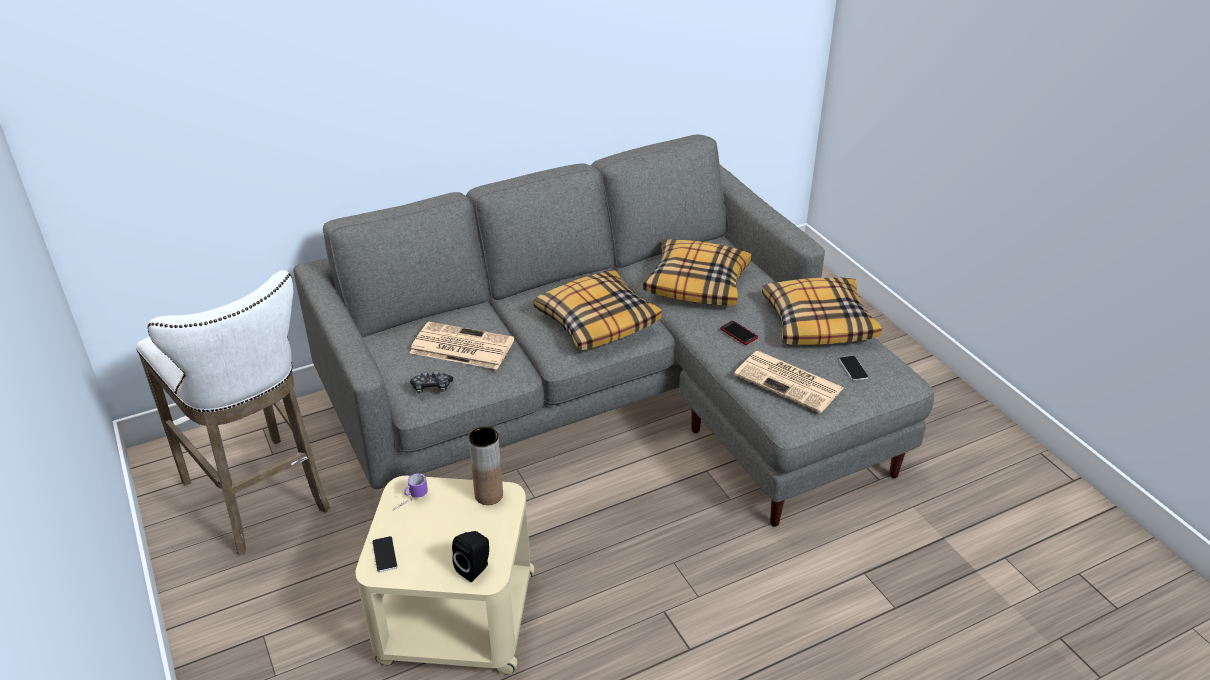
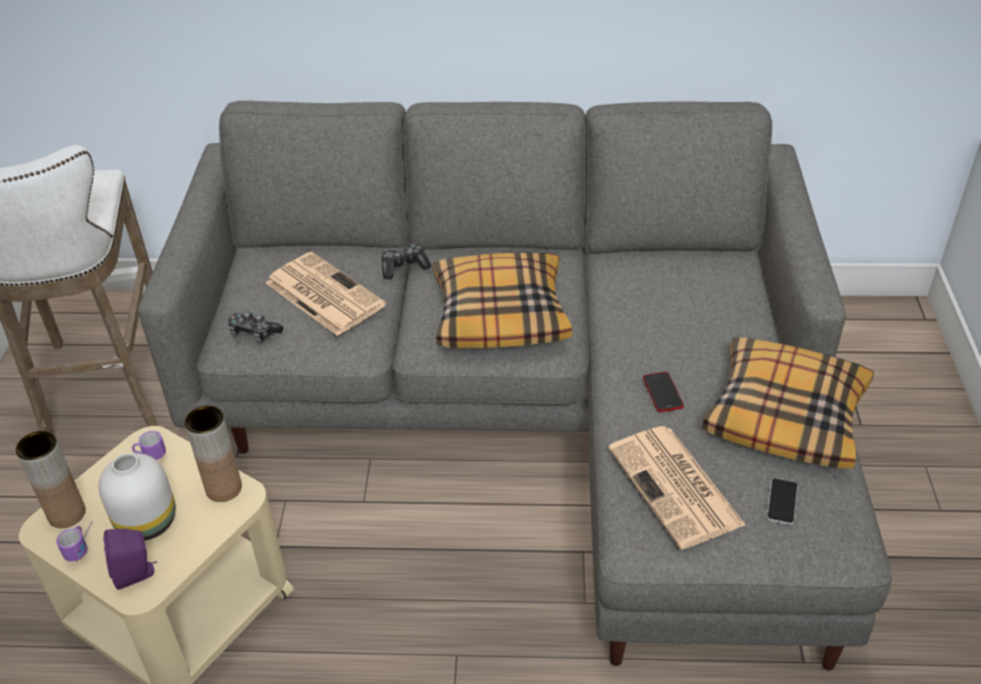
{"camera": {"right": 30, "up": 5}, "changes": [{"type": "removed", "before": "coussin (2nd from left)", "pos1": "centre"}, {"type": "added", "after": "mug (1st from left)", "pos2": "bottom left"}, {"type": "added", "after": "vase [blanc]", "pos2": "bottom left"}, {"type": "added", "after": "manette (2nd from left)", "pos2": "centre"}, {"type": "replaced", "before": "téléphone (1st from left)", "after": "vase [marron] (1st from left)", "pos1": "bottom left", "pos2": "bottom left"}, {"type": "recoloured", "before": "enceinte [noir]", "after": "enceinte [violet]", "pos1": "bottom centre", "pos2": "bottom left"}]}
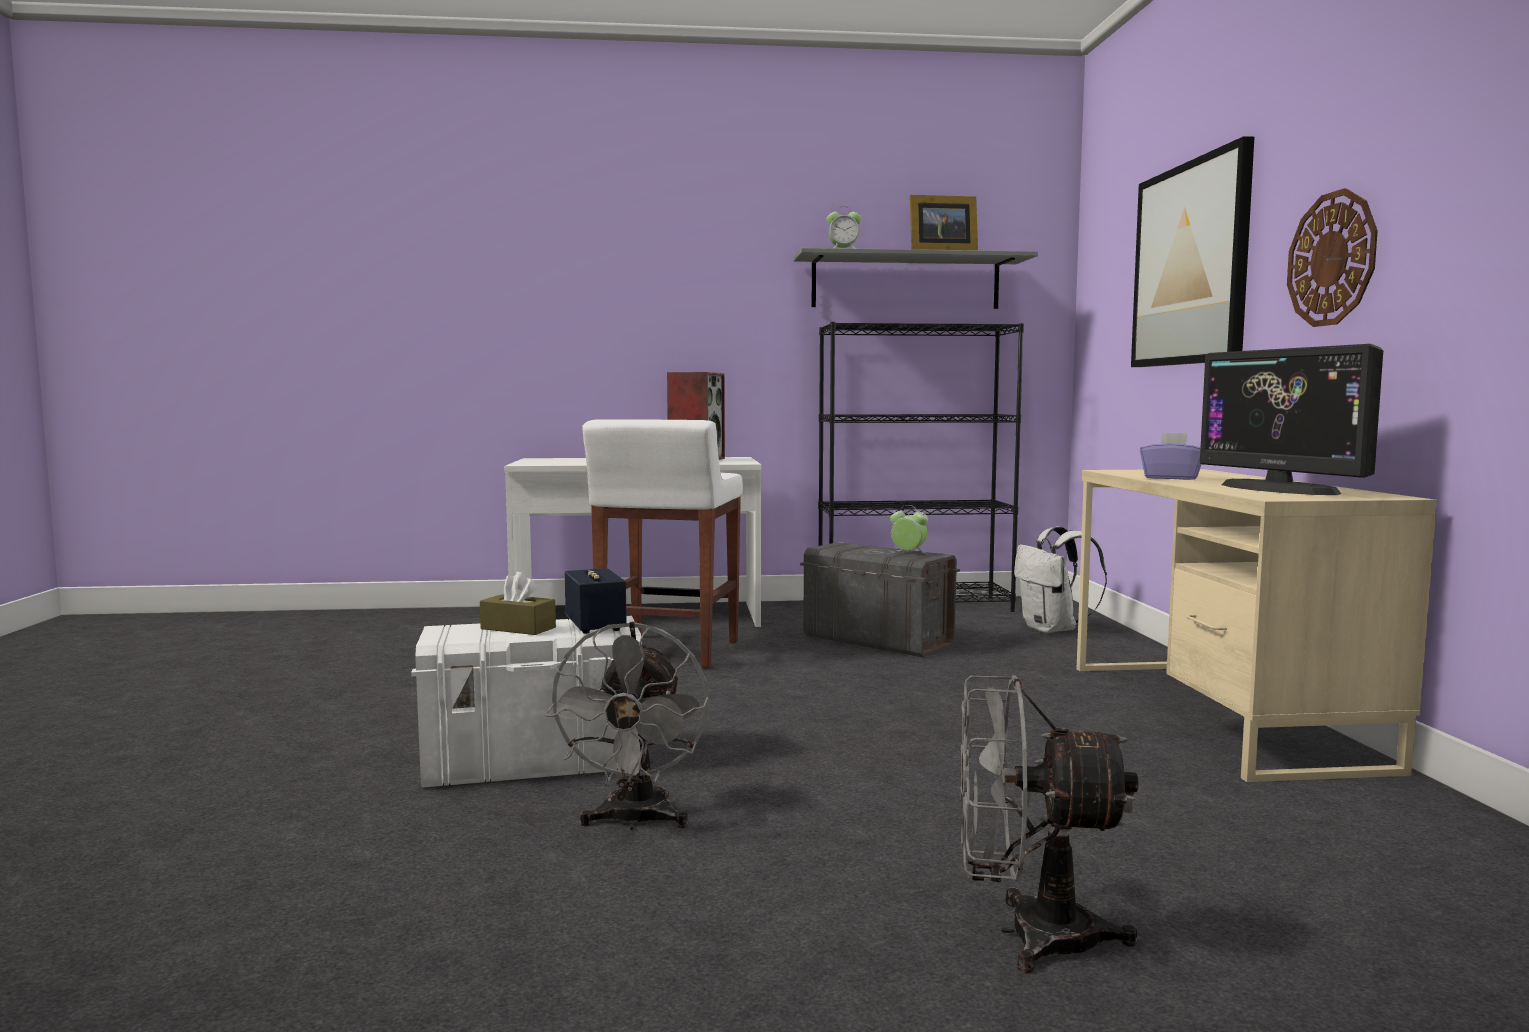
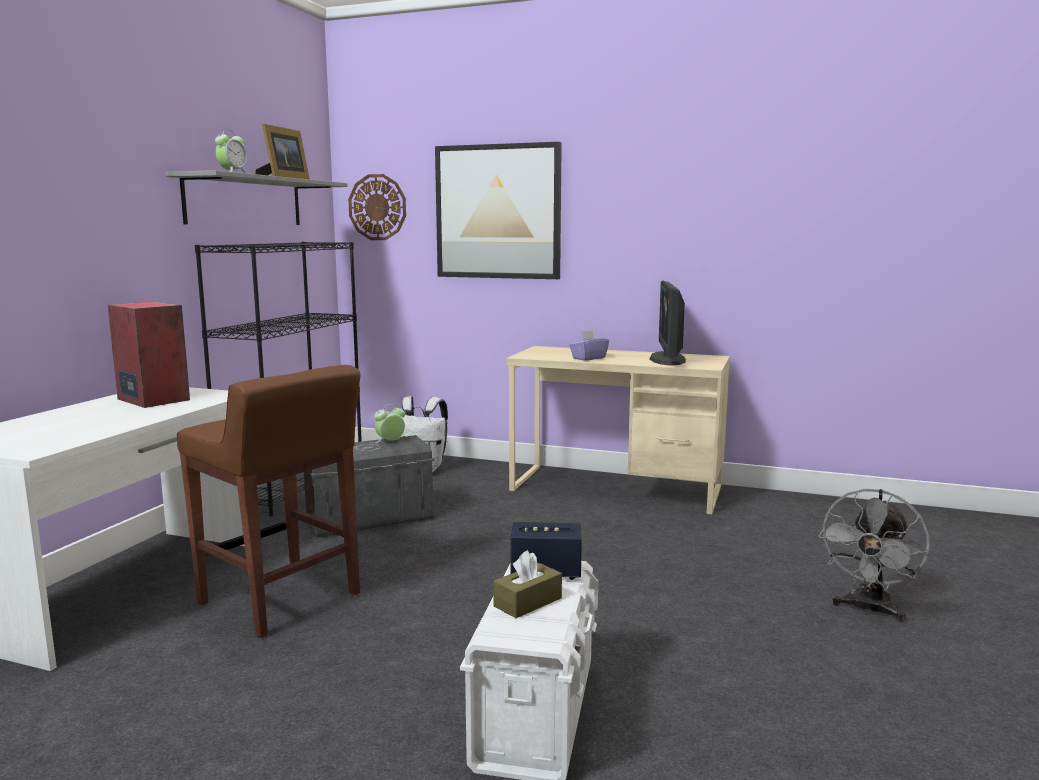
{"camera": {"right": -65, "up": 5}, "changes": [{"type": "removed", "before": "ventilateur [gris] (1st from left)", "pos1": "bottom centre"}, {"type": "moved", "before": "horloge murale", "pos1": "top right", "pos2": "top centre"}, {"type": "recoloured", "before": "tabouret [blanc]", "after": "tabouret [marron]", "pos1": "centre", "pos2": "middle left"}, {"type": "turned", "before": "écran d'ordinateur", "pos1": "middle right", "pos2": "centre", "turn": 90}]}
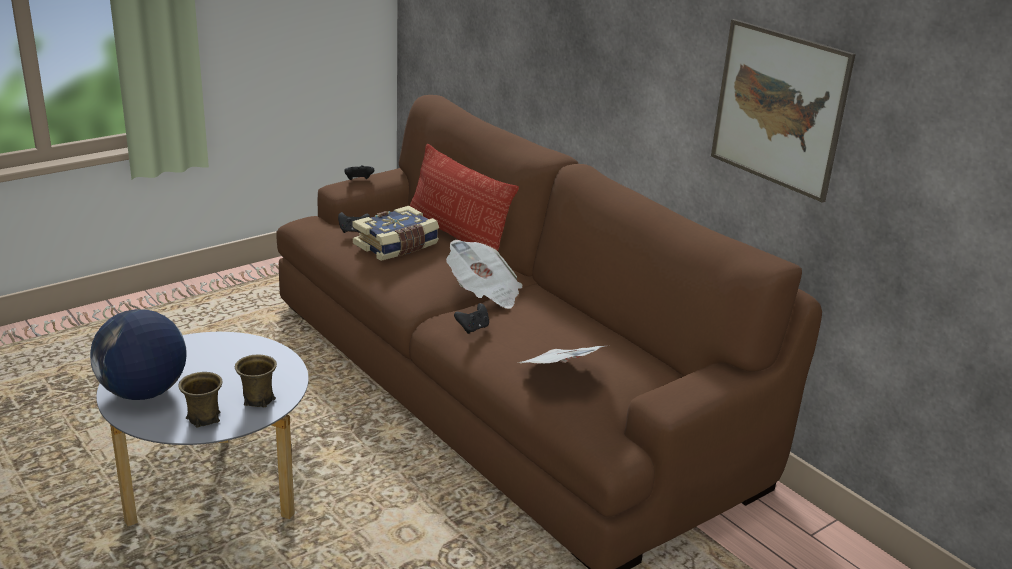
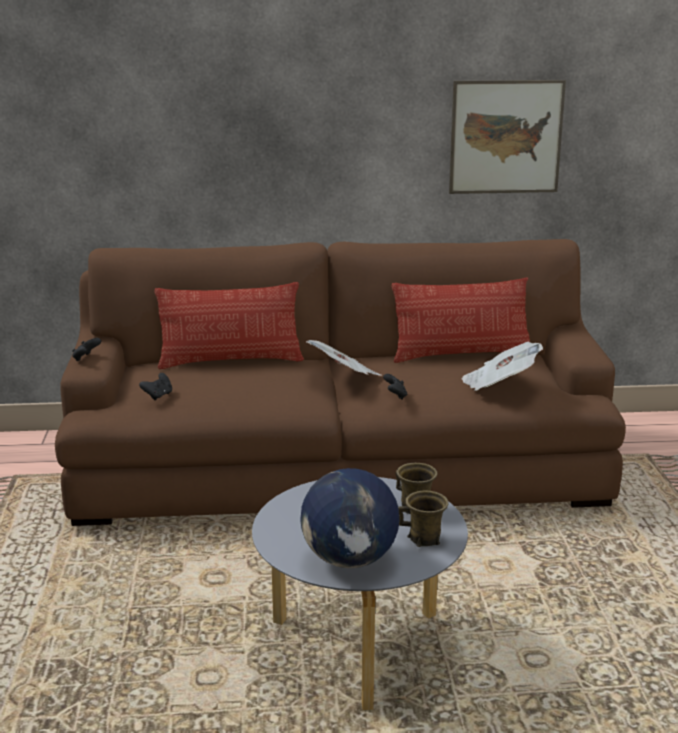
{"camera": {"right": -55, "up": -5}, "changes": [{"type": "removed", "before": "livre", "pos1": "centre"}, {"type": "added", "after": "coussin (2nd from left)", "pos2": "middle right"}]}
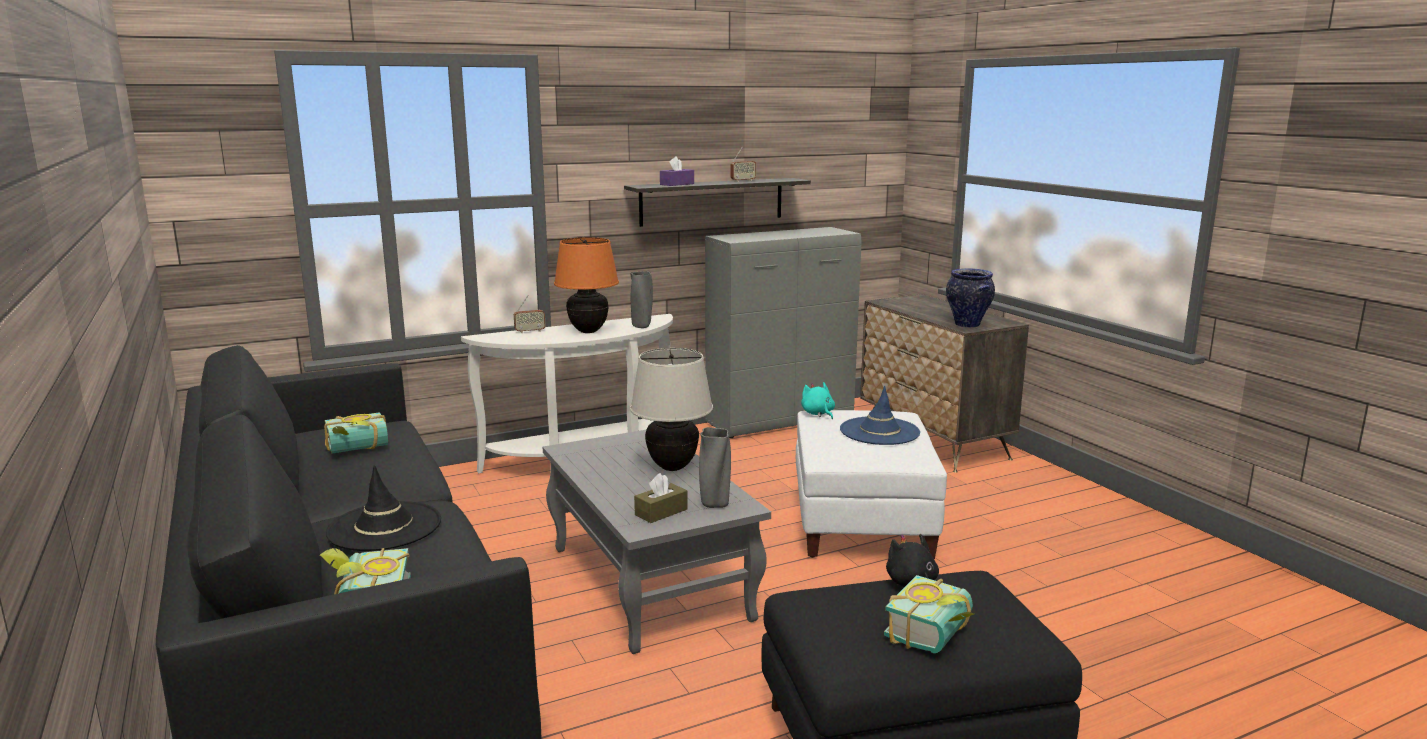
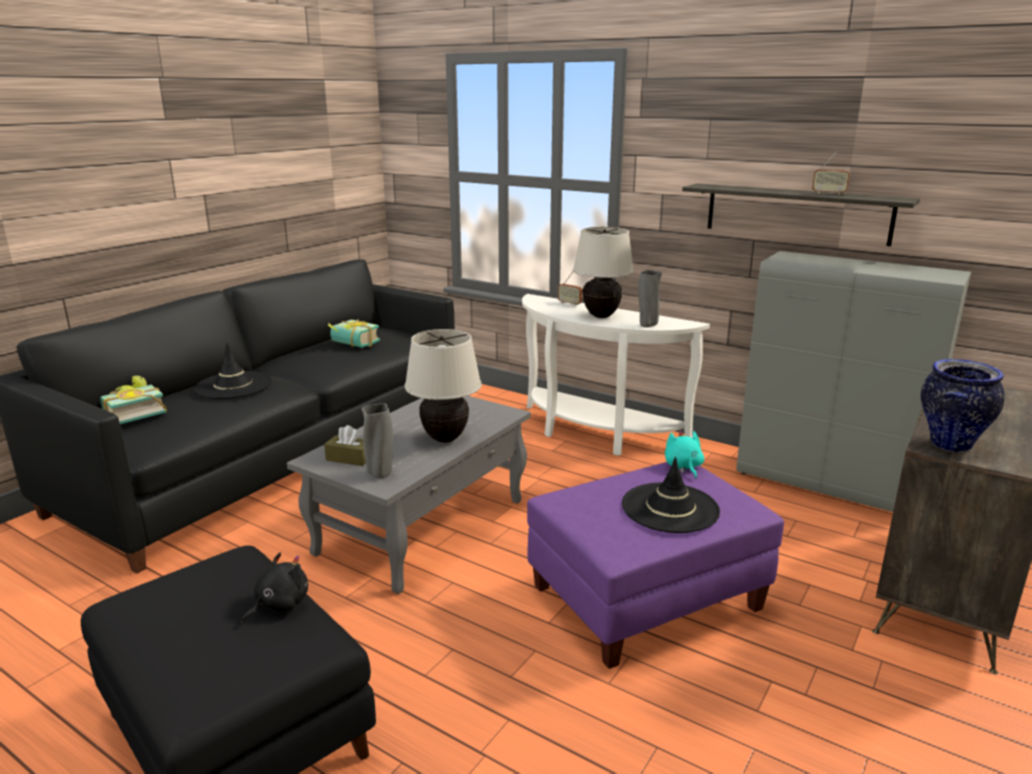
{"camera": {"right": 60, "up": 5}, "changes": [{"type": "removed", "before": "boîte à mouchoirs [violet]", "pos1": "top centre"}, {"type": "removed", "before": "livre (3rd from left)", "pos1": "bottom centre"}, {"type": "recoloured", "before": "lampe de table [orange]", "after": "lampe de table [beige] (2nd from left)", "pos1": "centre", "pos2": "centre"}, {"type": "recoloured", "before": "pouf [blanc]", "after": "pouf [violet]", "pos1": "centre", "pos2": "bottom centre"}, {"type": "recoloured", "before": "chapeau [bleu]", "after": "chapeau [noir] (2nd from left)", "pos1": "centre", "pos2": "centre"}, {"type": "turned", "before": "peluche [turquoise]", "pos1": "centre", "pos2": "centre", "turn": -45}]}
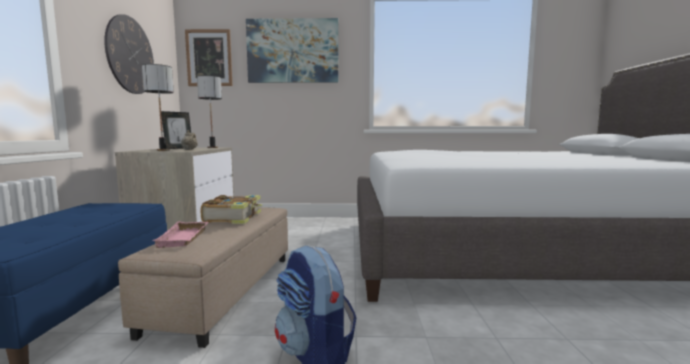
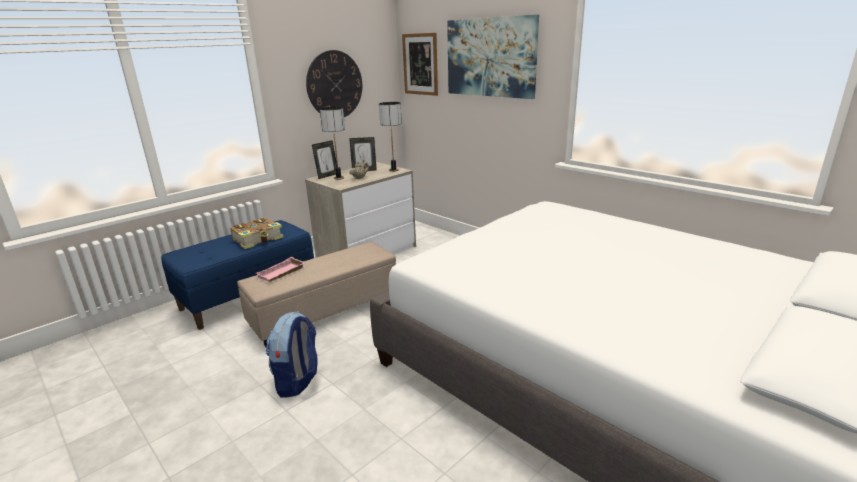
{"camera": {"right": 45, "up": 15}, "changes": [{"type": "added", "after": "cadre photo (1st from left)", "pos2": "top centre"}, {"type": "moved", "before": "livre", "pos1": "centre", "pos2": "middle left"}]}
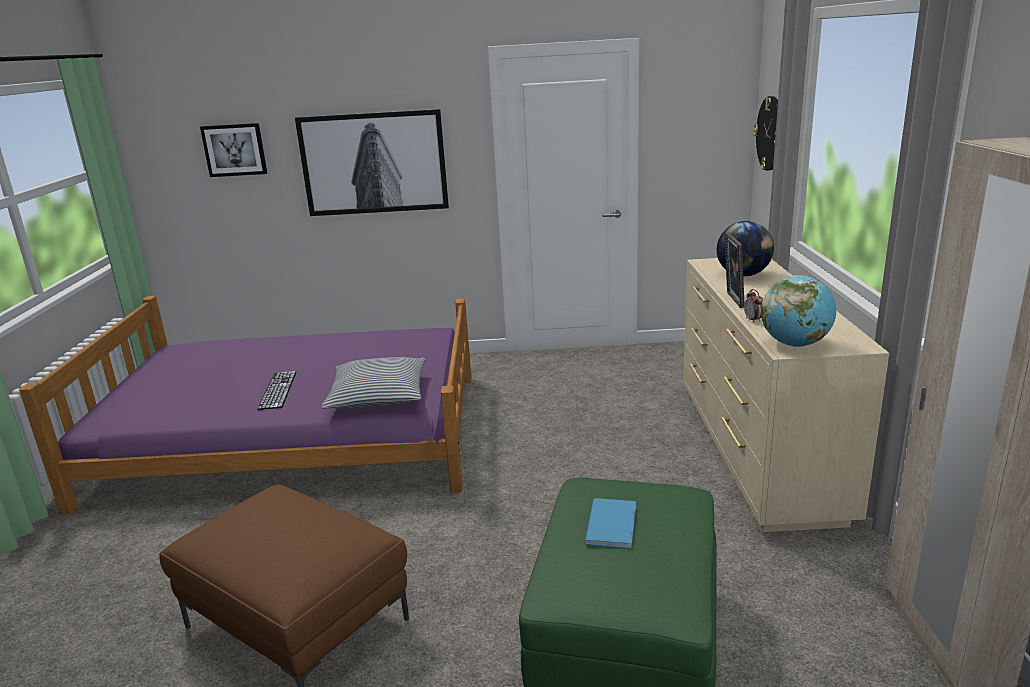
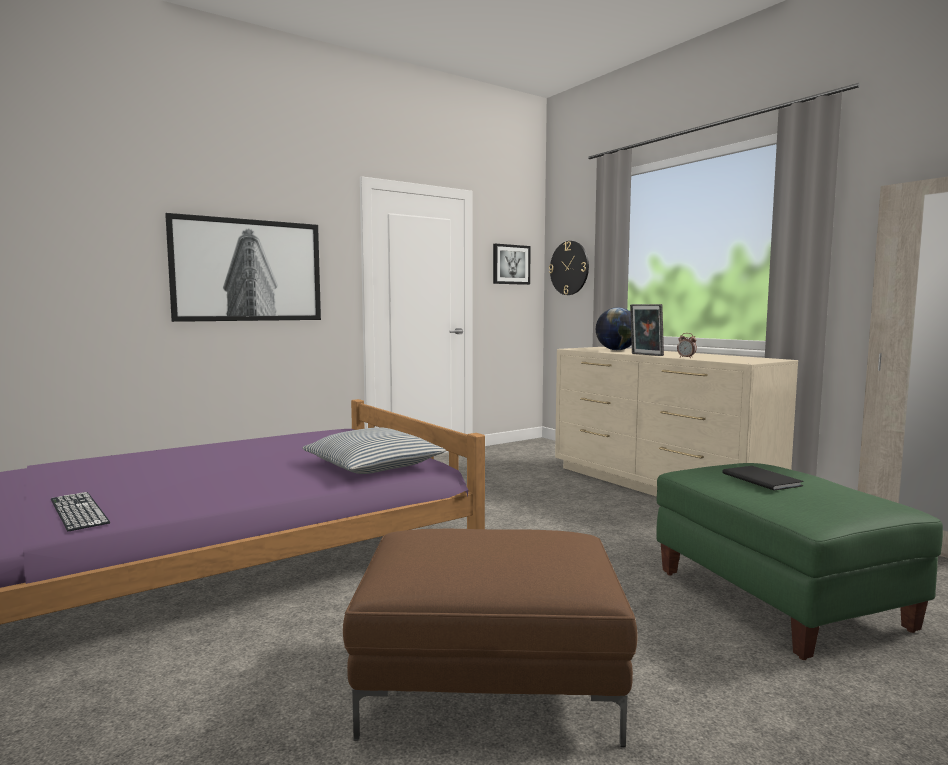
{"camera": {"right": -35, "up": -15}, "changes": [{"type": "removed", "before": "globe (2nd from left)", "pos1": "middle right"}, {"type": "moved", "before": "tableau (1st from left in the first image)", "after": "tableau (2nd from left)", "pos1": "top left", "pos2": "centre"}, {"type": "moved", "before": "clavier", "pos1": "middle left", "pos2": "bottom left"}, {"type": "recoloured", "before": "livre [bleu]", "after": "livre [noir]", "pos1": "bottom centre", "pos2": "middle right"}]}
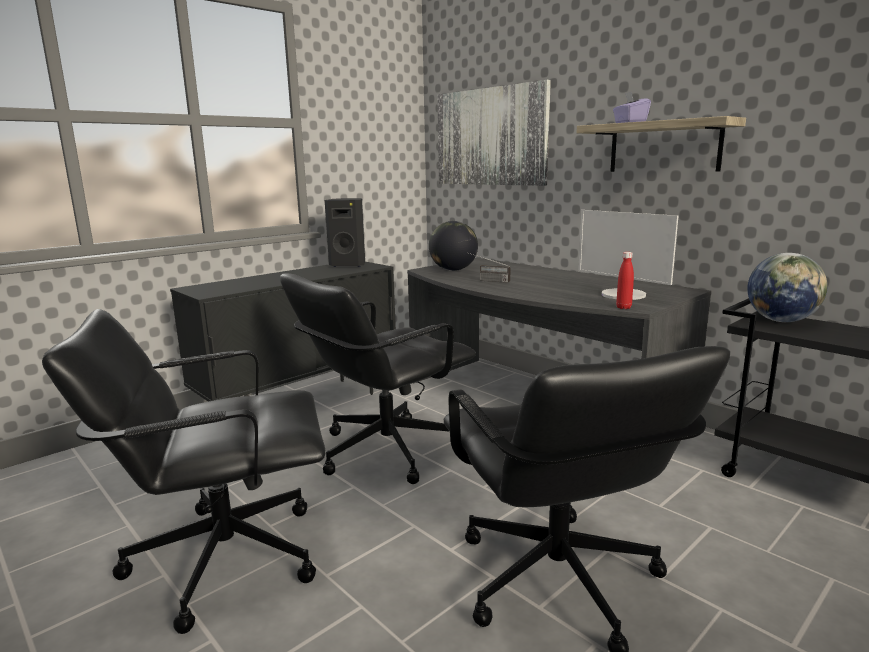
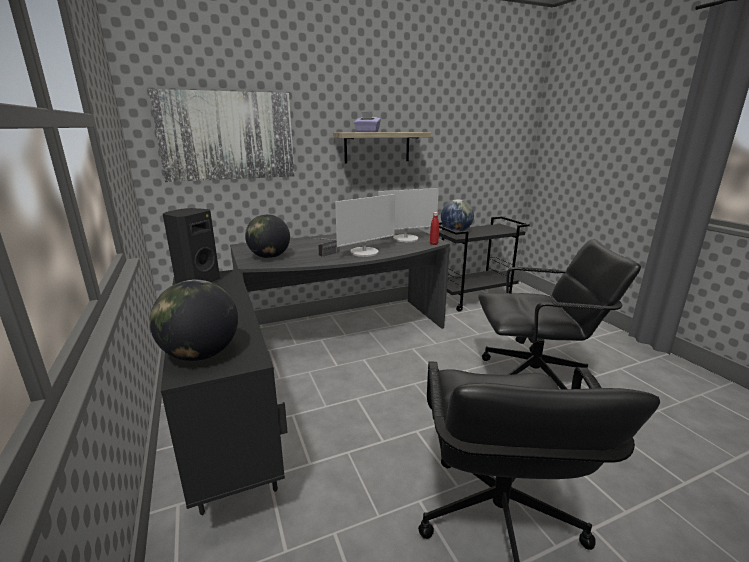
{"camera": {"right": -70, "up": 5}, "changes": [{"type": "removed", "before": "chaise de bureau [noir] (2nd from left)", "pos1": "centre"}, {"type": "added", "after": "globe (1st from left)", "pos2": "middle left"}, {"type": "added", "after": "écran d'ordinateur (1st from left)", "pos2": "centre"}]}
